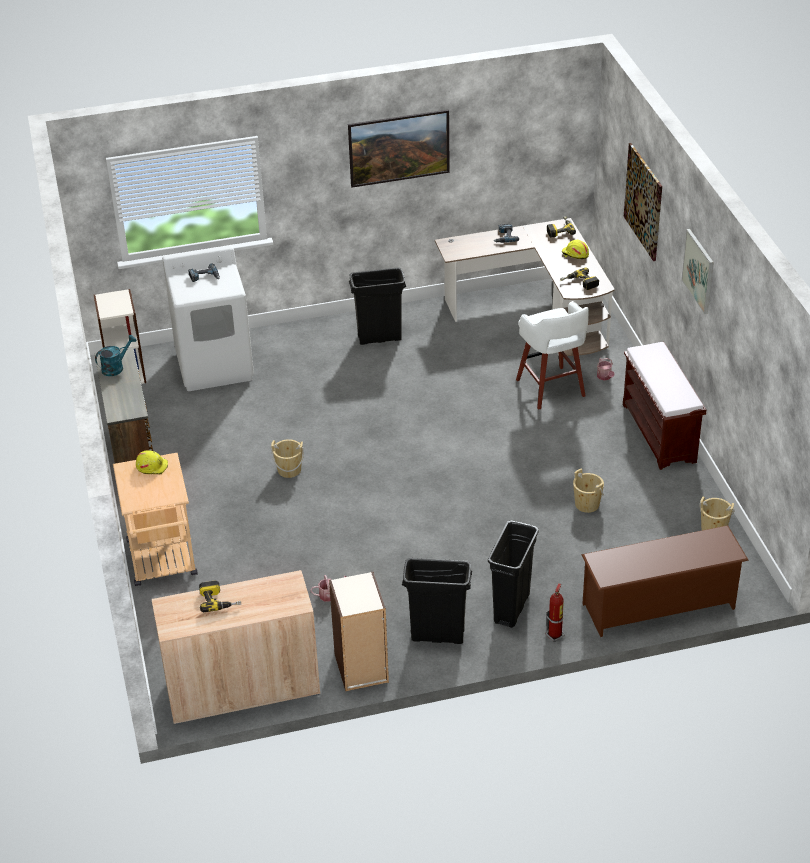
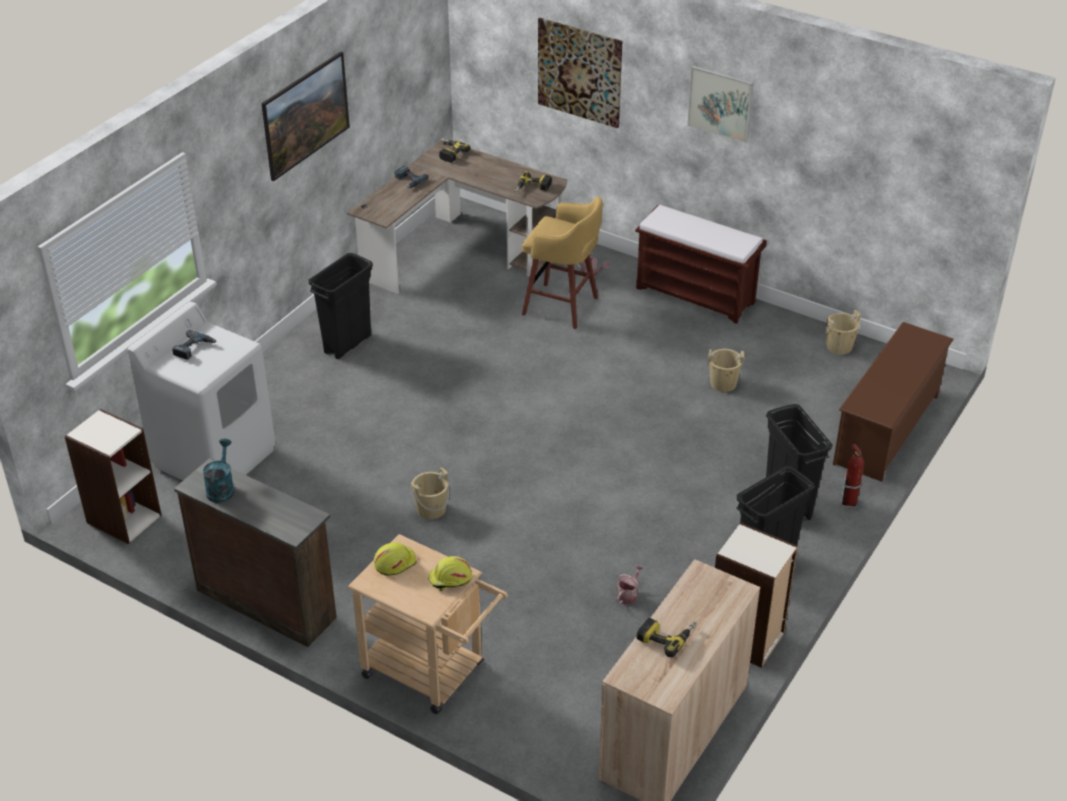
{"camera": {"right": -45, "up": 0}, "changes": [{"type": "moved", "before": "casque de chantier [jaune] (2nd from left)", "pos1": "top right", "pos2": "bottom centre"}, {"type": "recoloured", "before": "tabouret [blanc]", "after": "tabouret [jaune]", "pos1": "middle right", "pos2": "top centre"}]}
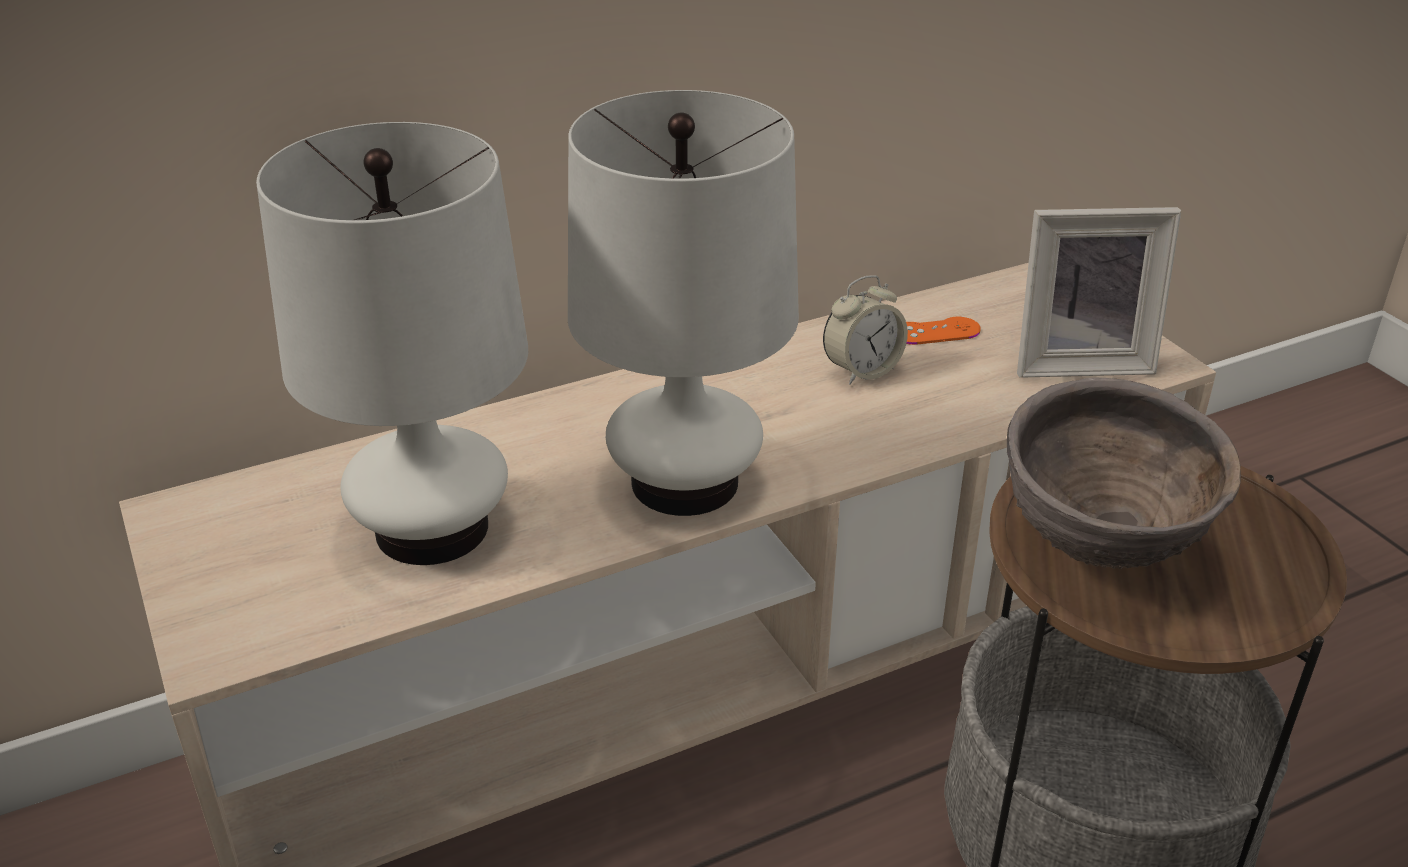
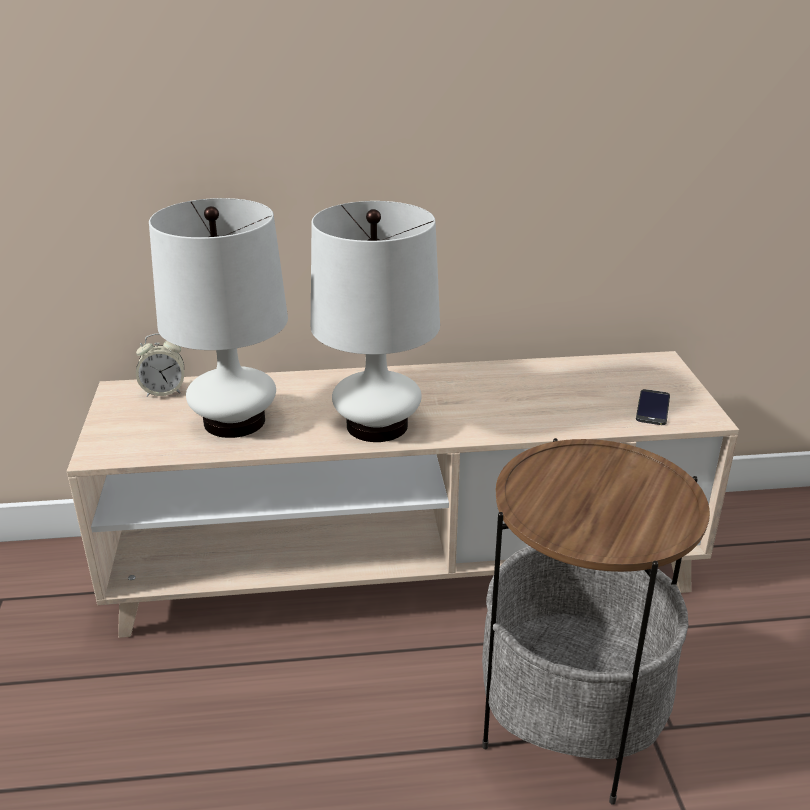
{"camera": {"right": 20, "up": -5}, "changes": [{"type": "removed", "before": "manette [orange]", "pos1": "middle right"}, {"type": "removed", "before": "bol [marron]", "pos1": "middle right"}, {"type": "moved", "before": "réveil", "pos1": "centre", "pos2": "middle left"}, {"type": "replaced", "before": "cadre photo", "after": "téléphone", "pos1": "middle right", "pos2": "middle right"}]}
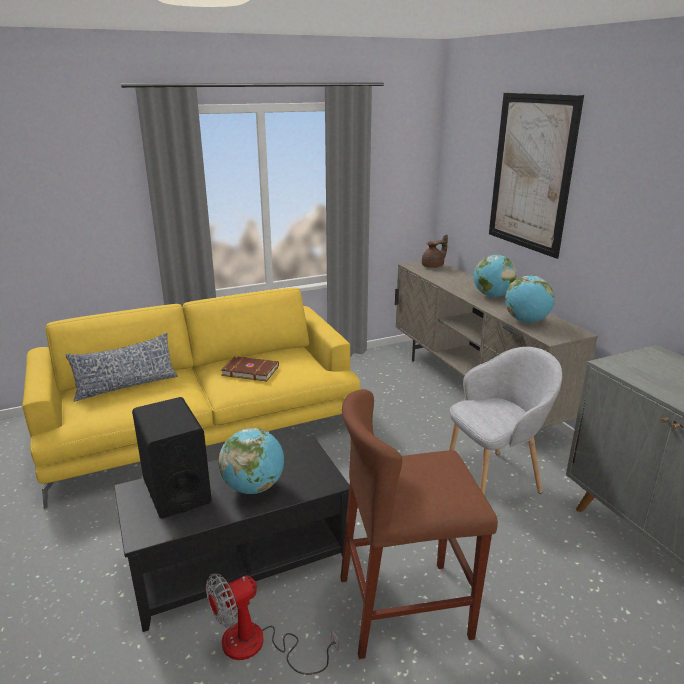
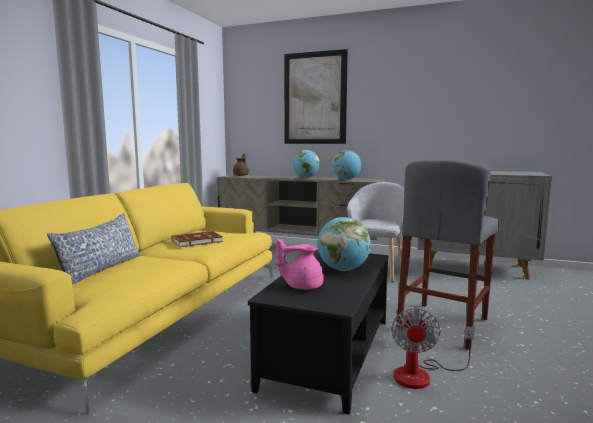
{"camera": {"right": -45, "up": -15}, "changes": [{"type": "replaced", "before": "enceinte [noir]", "after": "théière [rose]", "pos1": "bottom left", "pos2": "centre"}, {"type": "recoloured", "before": "tabouret [marron]", "after": "tabouret [gris]", "pos1": "bottom centre", "pos2": "middle right"}]}
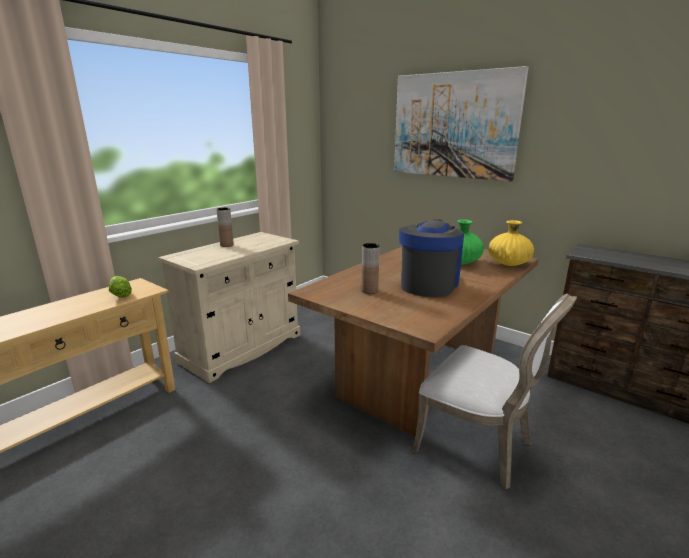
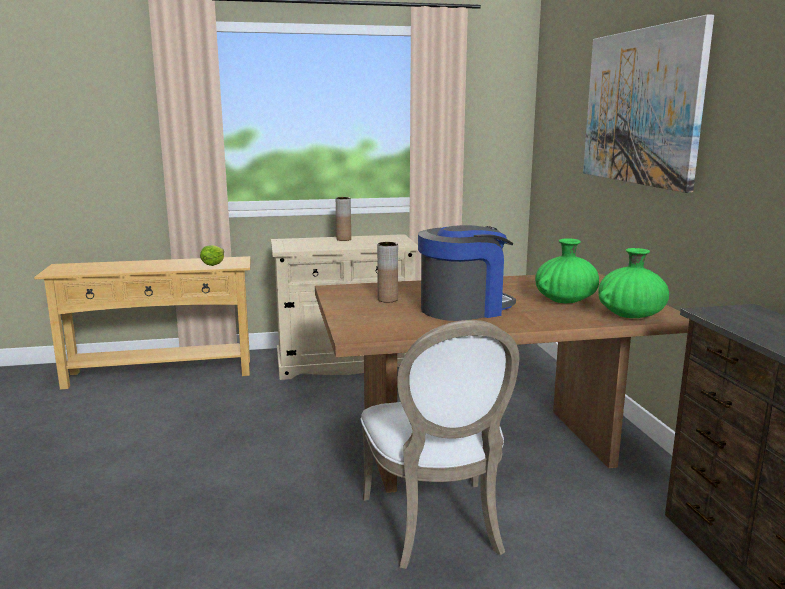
{"camera": {"right": 40, "up": -5}, "changes": [{"type": "recoloured", "before": "vase [jaune]", "after": "vase [vert] (2nd from left)", "pos1": "middle right", "pos2": "middle right"}]}
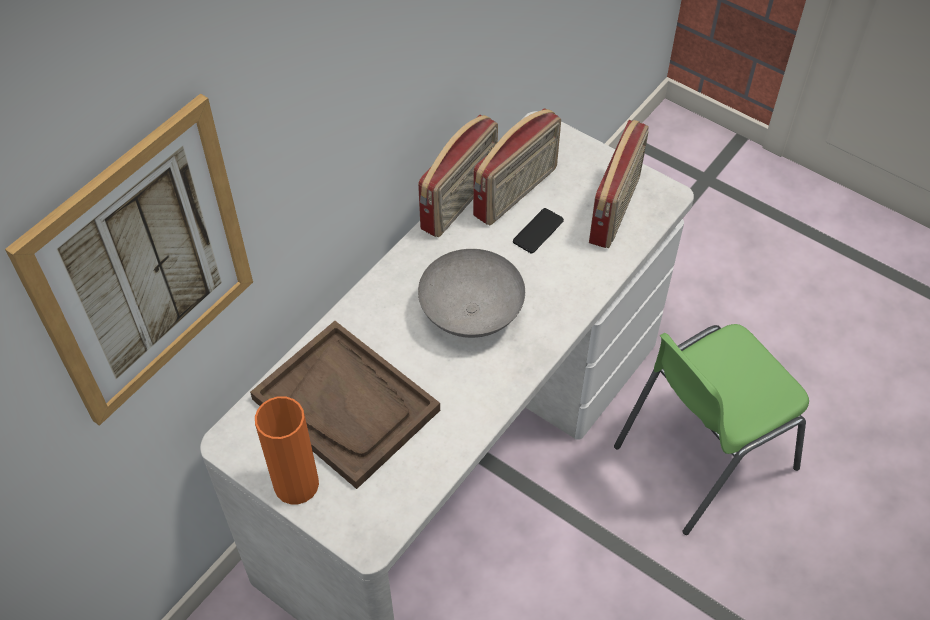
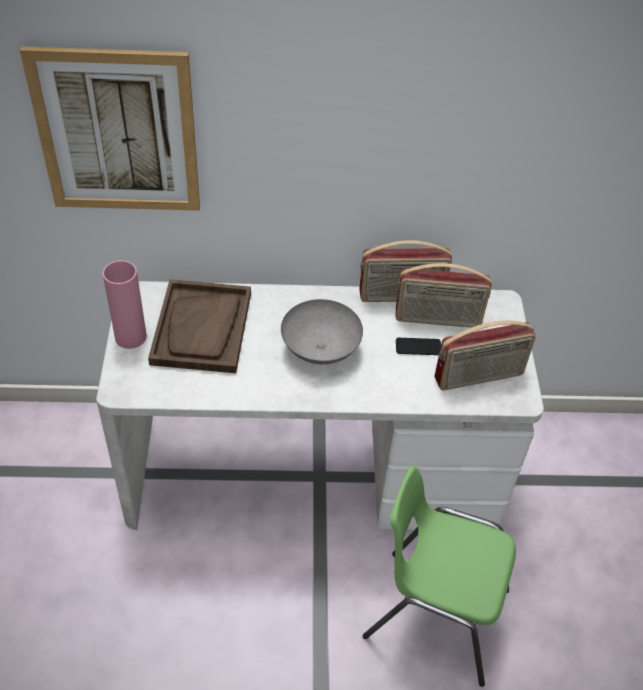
{"camera": {"right": 50, "up": -5}, "changes": [{"type": "recoloured", "before": "vase [orange]", "after": "vase [rose]", "pos1": "bottom left", "pos2": "middle left"}]}
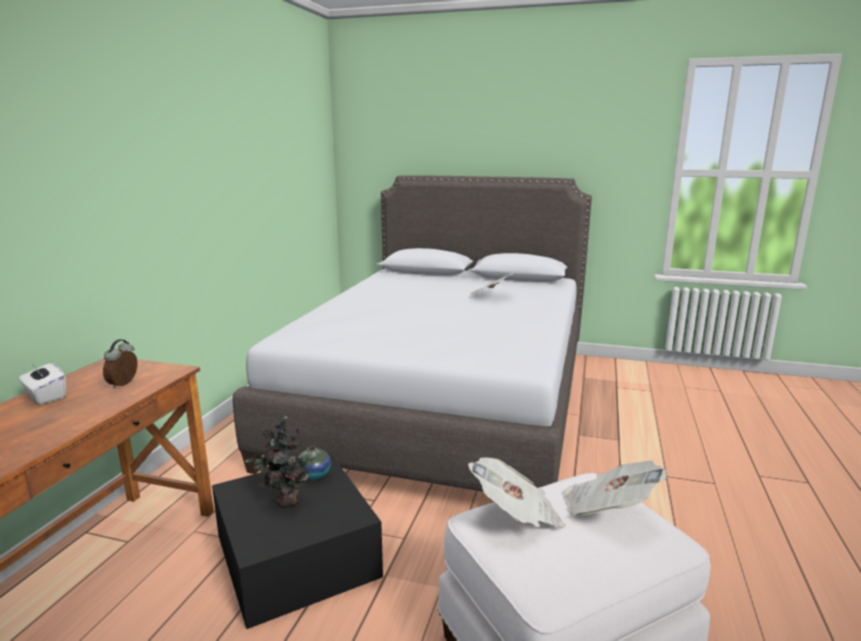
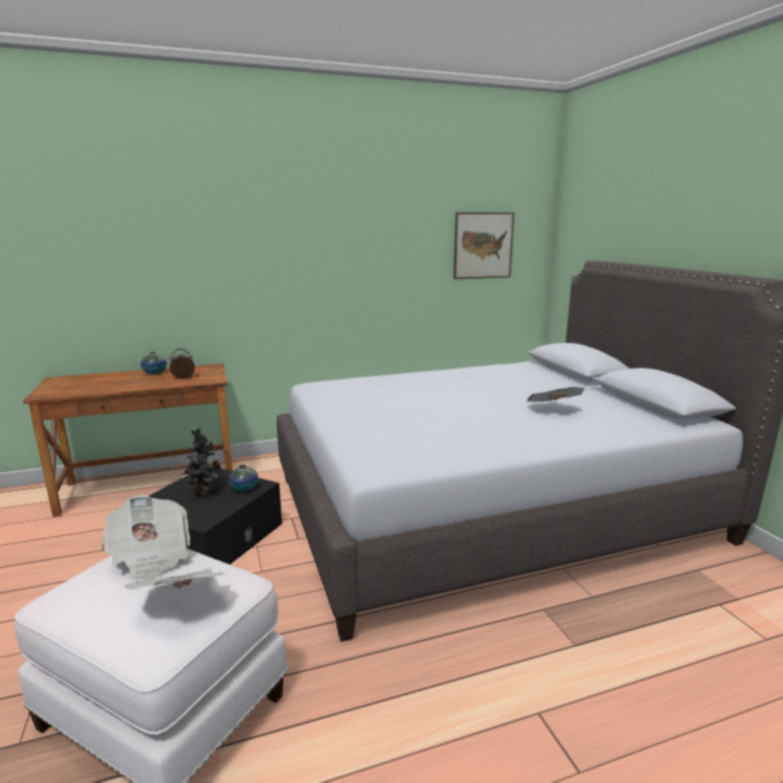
{"camera": {"right": 55, "up": 0}, "changes": [{"type": "added", "after": "tableau", "pos2": "top centre"}, {"type": "replaced", "before": "boîte à mouchoirs [blanc]", "after": "vase (1st from left)", "pos1": "middle left", "pos2": "middle left"}]}
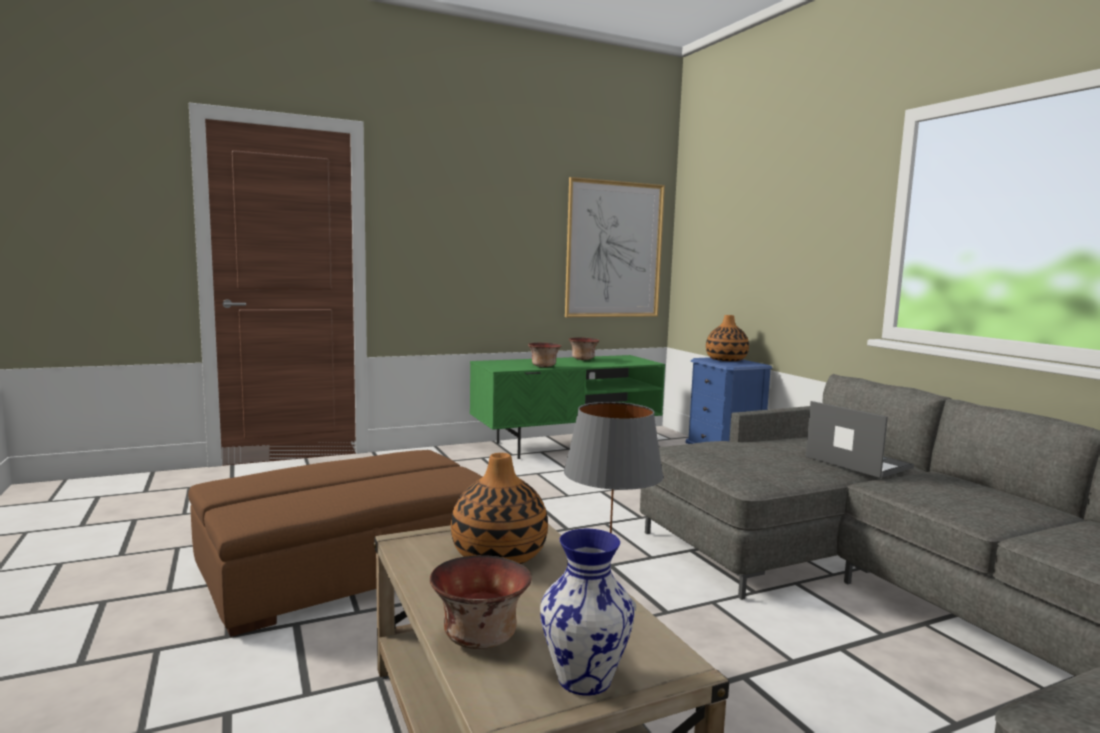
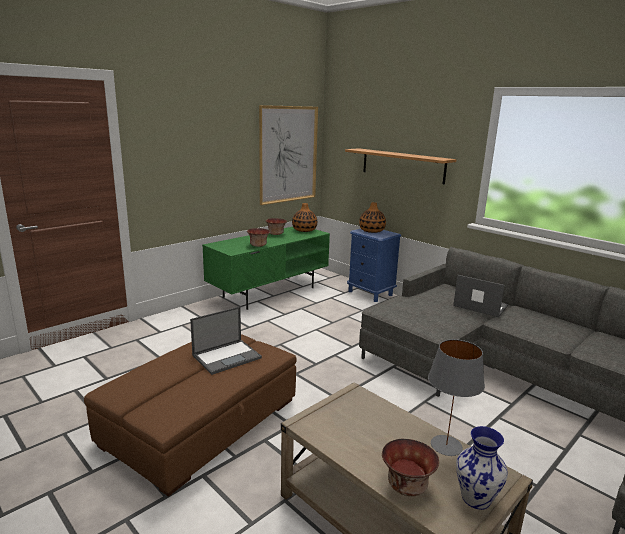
{"camera": {"right": -20, "up": 10}, "changes": [{"type": "added", "after": "ordinateur portable (1st from left)", "pos2": "centre"}, {"type": "added", "after": "étagère", "pos2": "top centre"}, {"type": "moved", "before": "vase (1st from left)", "pos1": "bottom centre", "pos2": "centre"}]}
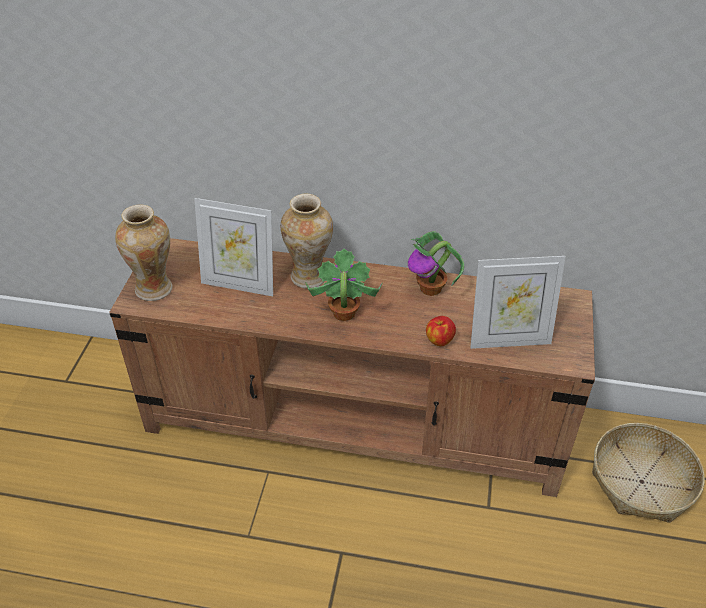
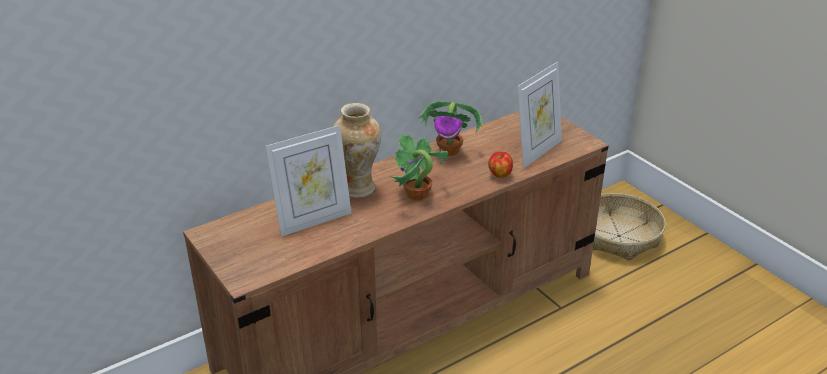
{"camera": {"right": -45, "up": -10}, "changes": [{"type": "removed", "before": "vase (1st from left)", "pos1": "middle left"}]}
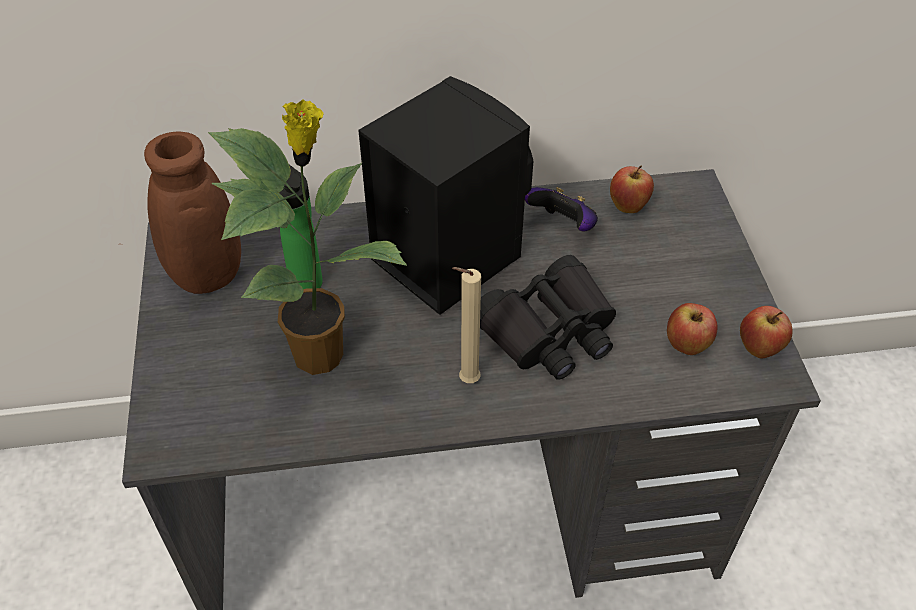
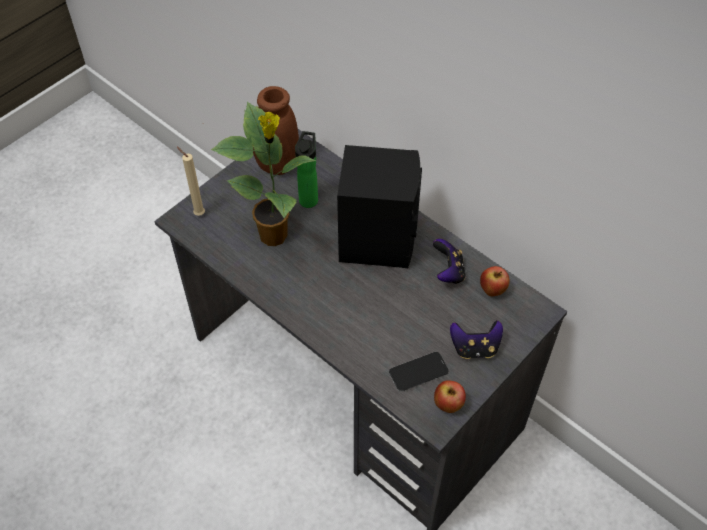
{"camera": {"right": 50, "up": 5}, "changes": [{"type": "removed", "before": "jumelles [noir]", "pos1": "centre"}, {"type": "added", "after": "manette (2nd from left)", "pos2": "middle right"}, {"type": "moved", "before": "bougie [beige]", "pos1": "centre", "pos2": "middle left"}, {"type": "replaced", "before": "pomme (2nd from left)", "after": "téléphone", "pos1": "middle right", "pos2": "bottom centre"}]}
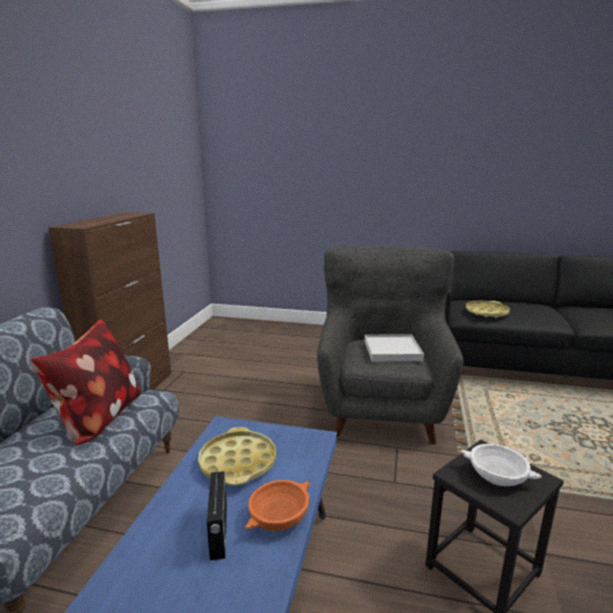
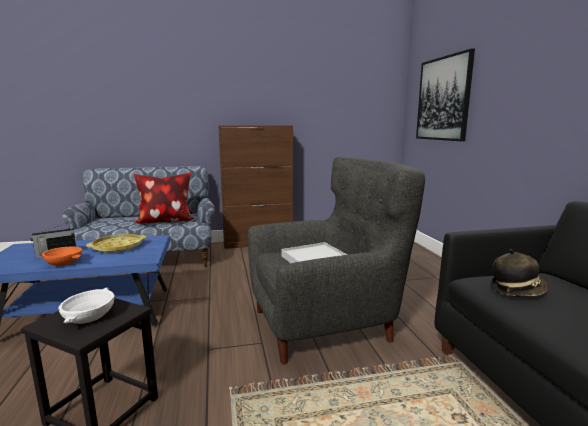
{"camera": {"right": 65, "up": -5}, "changes": [{"type": "added", "after": "tableau", "pos2": "top right"}, {"type": "replaced", "before": "plateau [jaune] (2nd from left)", "after": "chapeau", "pos1": "middle right", "pos2": "middle right"}]}
